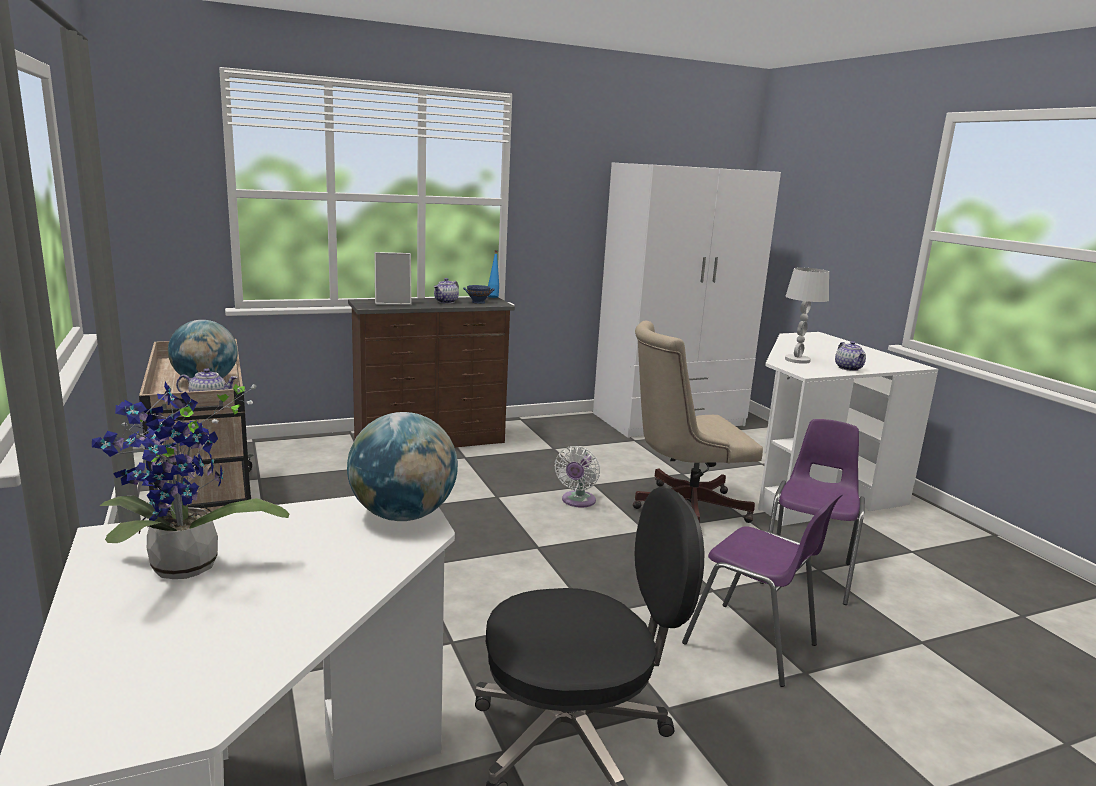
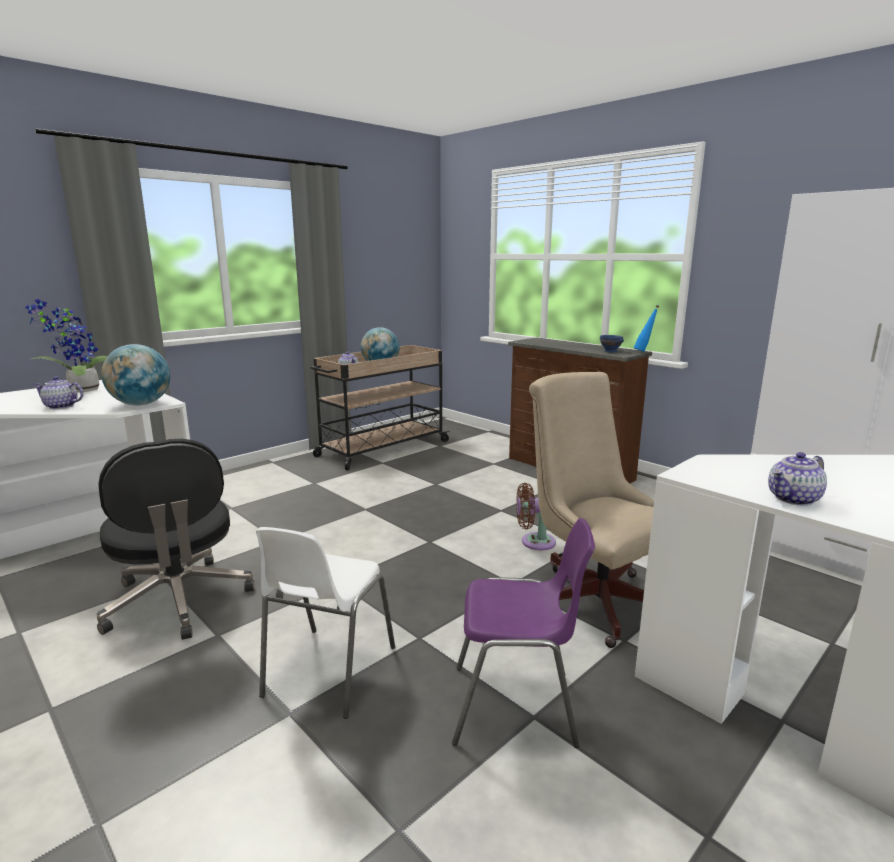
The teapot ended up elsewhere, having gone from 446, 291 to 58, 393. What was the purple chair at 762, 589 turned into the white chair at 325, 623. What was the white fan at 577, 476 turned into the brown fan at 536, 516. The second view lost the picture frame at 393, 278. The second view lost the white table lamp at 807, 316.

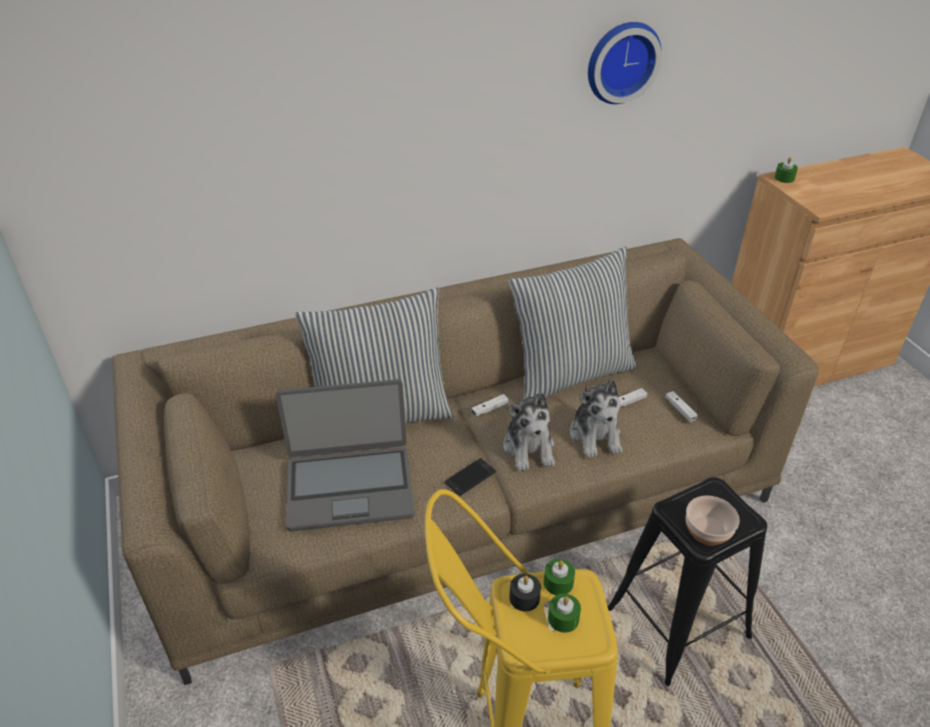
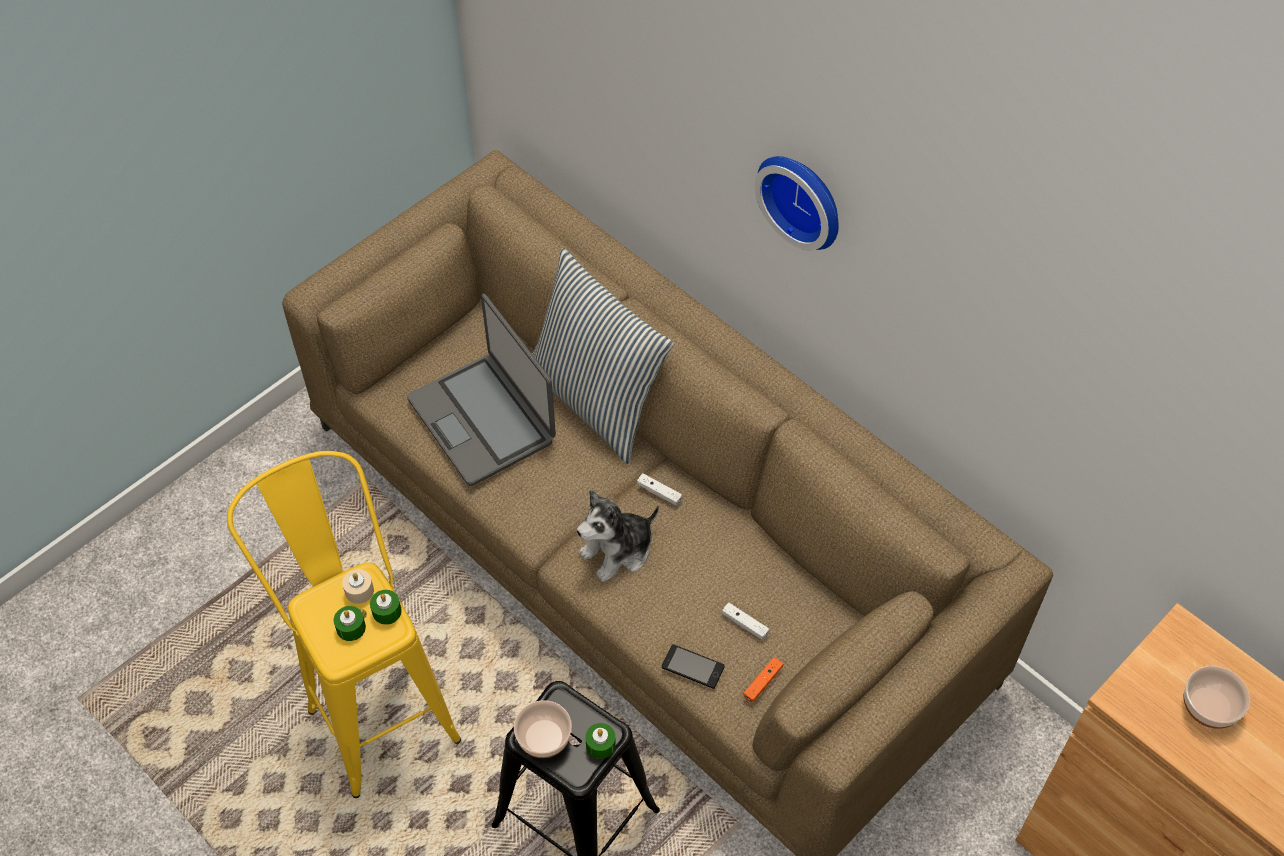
What was the black candle at 525, 592 turned into the beige candle at 358, 586. The green candle ended up elsewhere, having gone from 786, 170 to 600, 741. The phone ended up elsewhere, having gone from 470, 477 to 693, 666. What was the white game controller at 681, 406 turned into the orange game controller at 763, 680. The wall clock ended up elsewhere, having gone from 625, 63 to 797, 203. The second view gained the bowl at 1217, 697. The second view lost the pillow at 573, 322. The second view lost the plush toy at 596, 419.

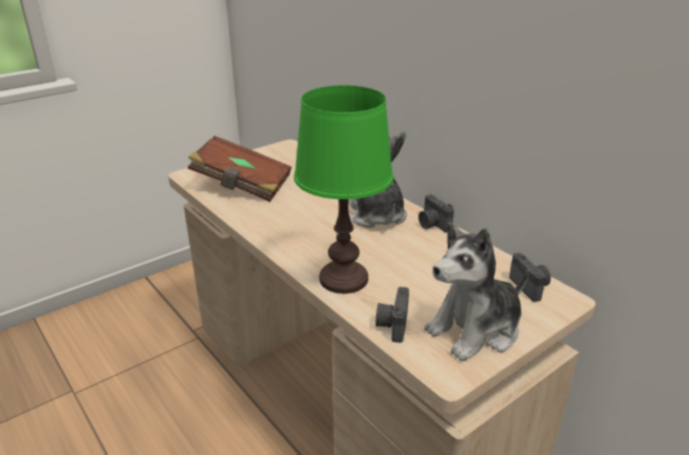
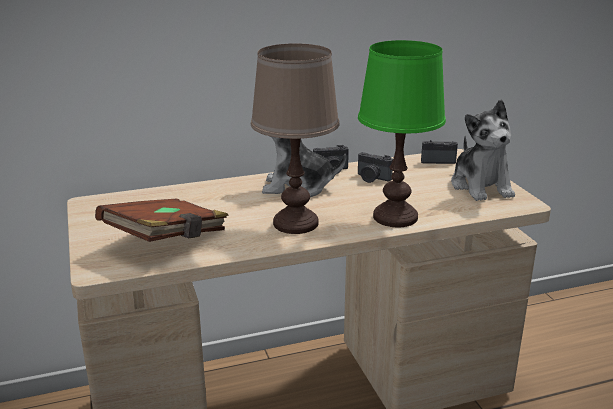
The second view gained the brown table lamp at 295, 139. The photo camera ended up elsewhere, having gone from 392, 315 to 375, 167.

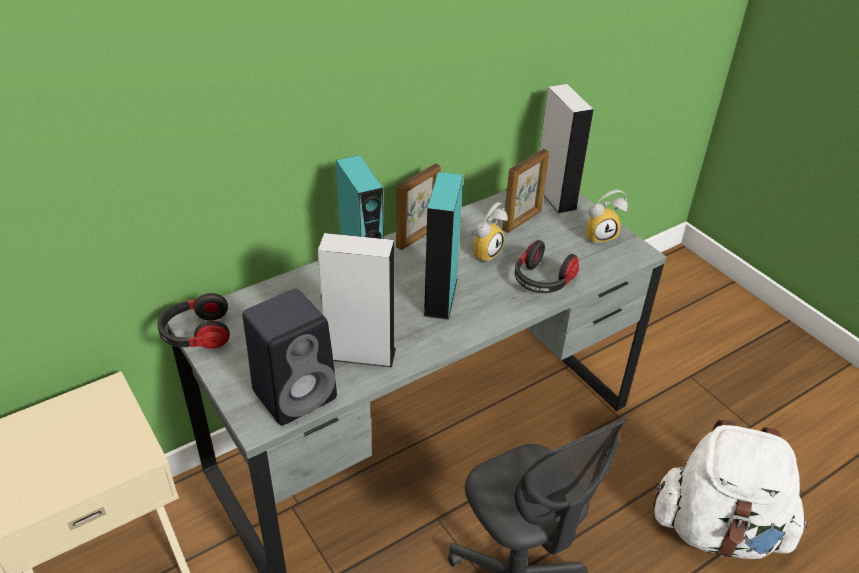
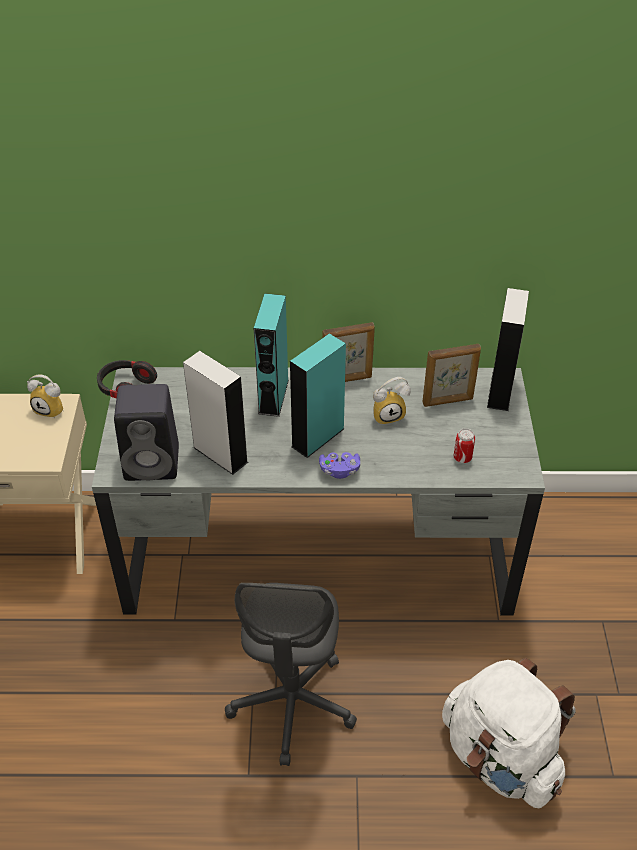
The alarm clock ended up elsewhere, having gone from 607, 217 to 45, 397. The second view gained the purple game controller at 339, 465. The second view gained the can at 464, 445. The second view lost the headphones at 547, 266.

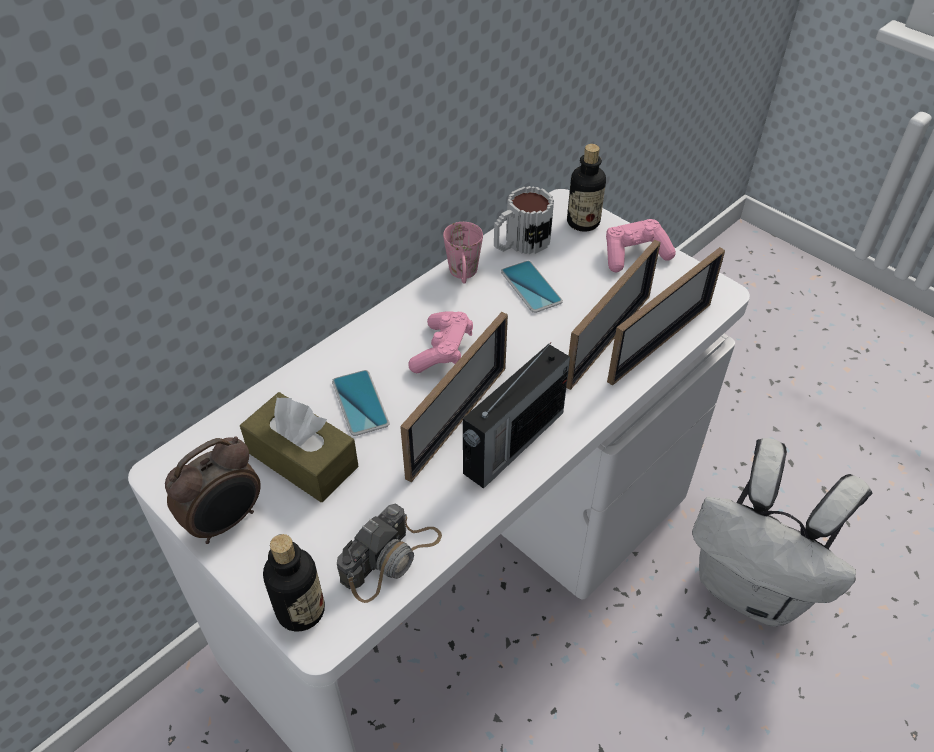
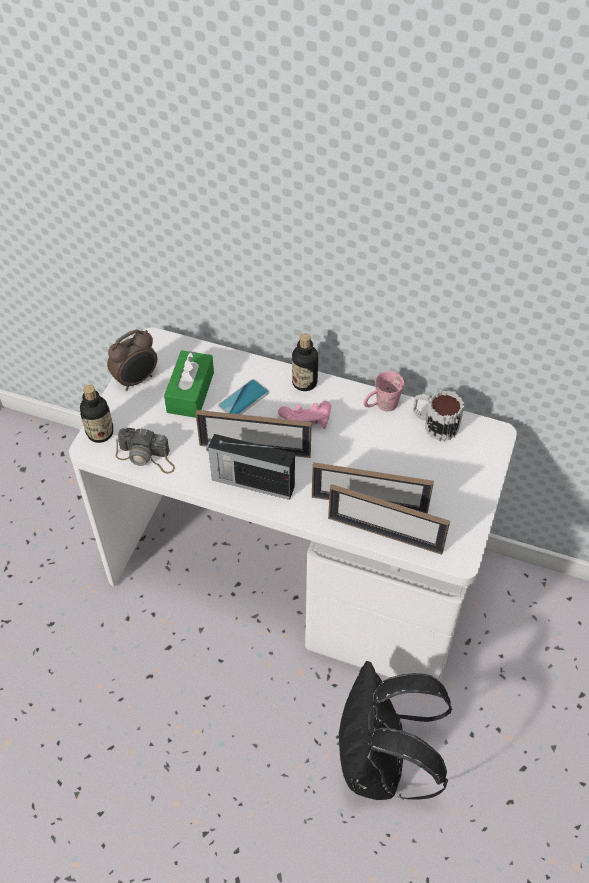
The alarm clock at 213, 490 ended up facing another way, 60 degrees counterclockwise from before. What was the brown tissue box at 299, 447 turned into the green tissue box at 189, 384. The bottle ended up elsewhere, having gone from 586, 188 to 305, 362. What was the white backpack at 782, 532 turned into the black backpack at 394, 730. The second view lost the phone at 532, 287. The second view lost the pink game controller at 641, 245.

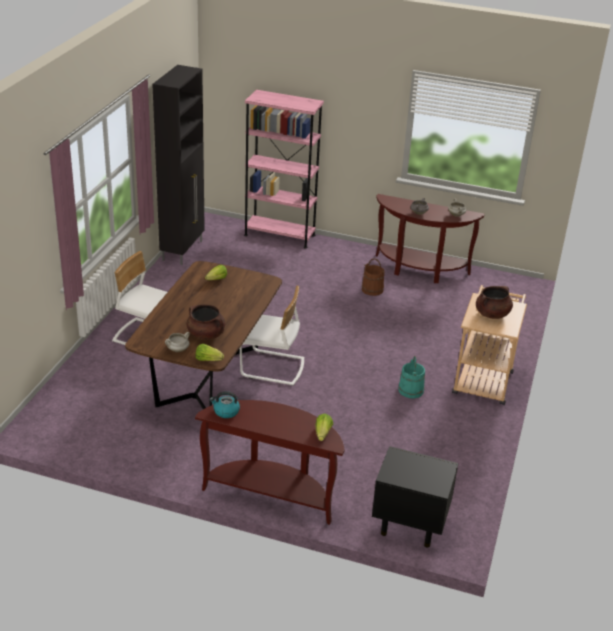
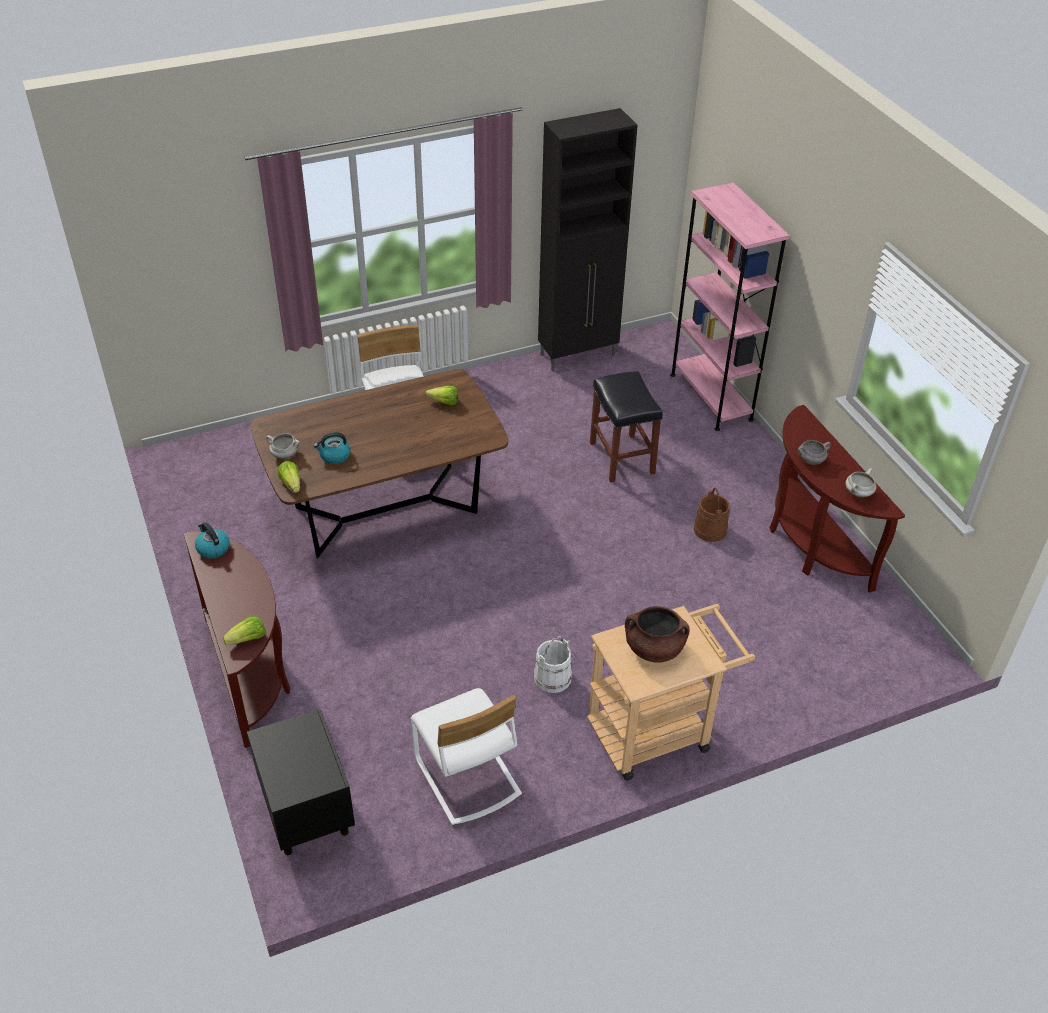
Where the brown cooking pot stood at 206, 321, the kettle came to stand at 332, 448. The white chair ended up elsewhere, having gone from 272, 336 to 466, 756. What was the turquoise bucket at 411, 377 turned into the white bucket at 553, 664. The second view gained the black stool at 626, 427.

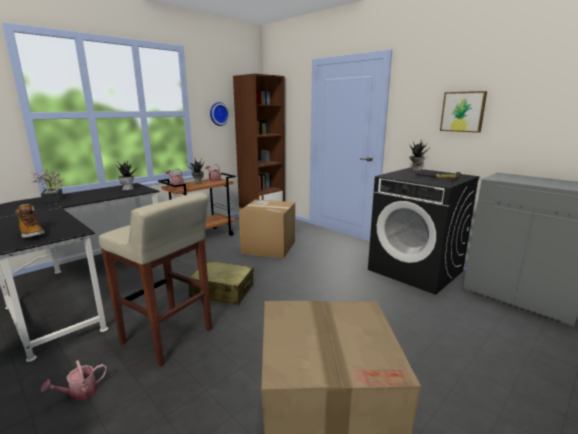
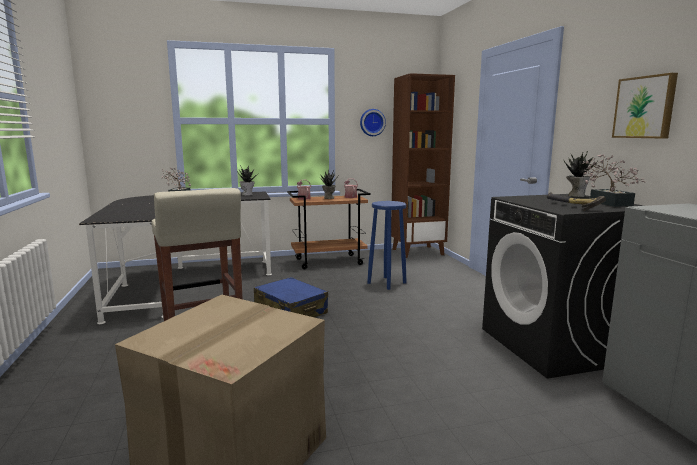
What was the beige suitcase at 221, 282 turned into the blue suitcase at 291, 297. Where the cardboard box stood at 267, 229, the blue stool came to stand at 387, 245. The second view gained the potted plant at 613, 180. The second view lost the boot at 30, 221. The second view lost the watering can at 74, 380.

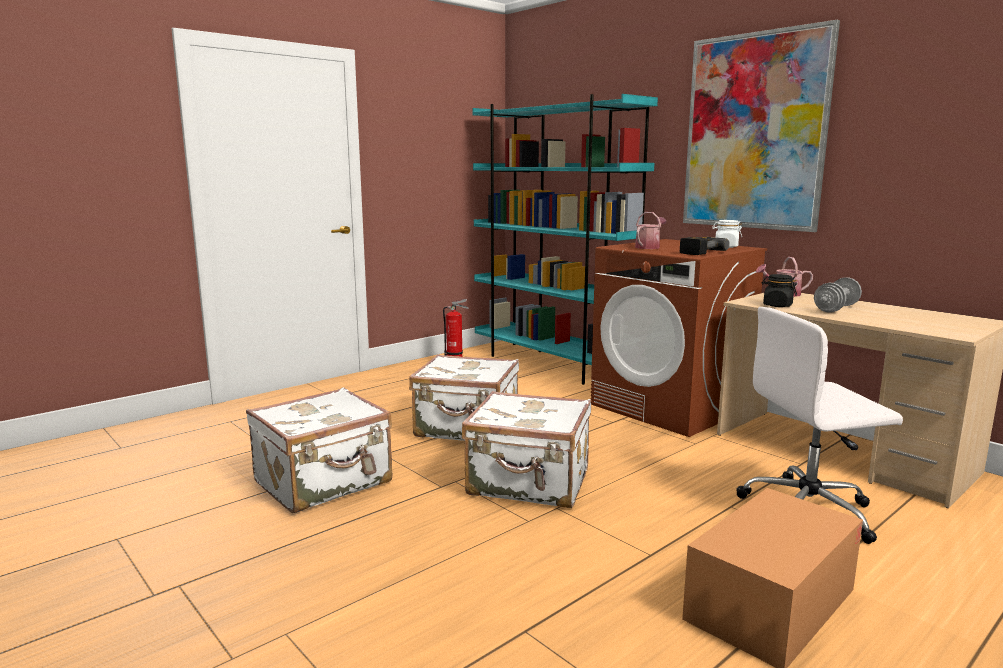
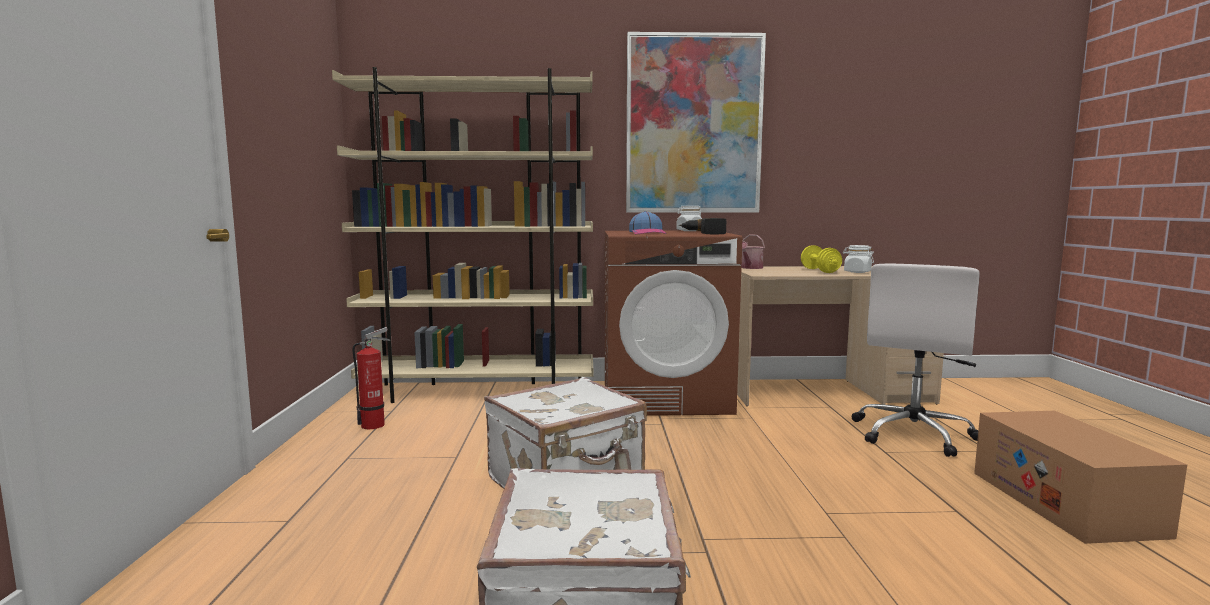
What was the turquoise bookcase at 565, 239 turned into the beige bookcase at 462, 235. Where the watering can stood at 651, 230, the cap came to stand at 647, 222. What was the grey dumbbell at 838, 295 turned into the yellow dumbbell at 821, 259. The second view gained the white jar at 858, 259. The second view lost the white suitcase at 526, 449. The second view lost the black jar at 779, 290.

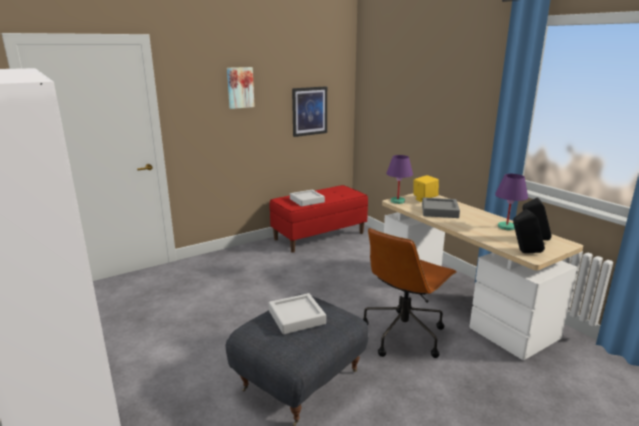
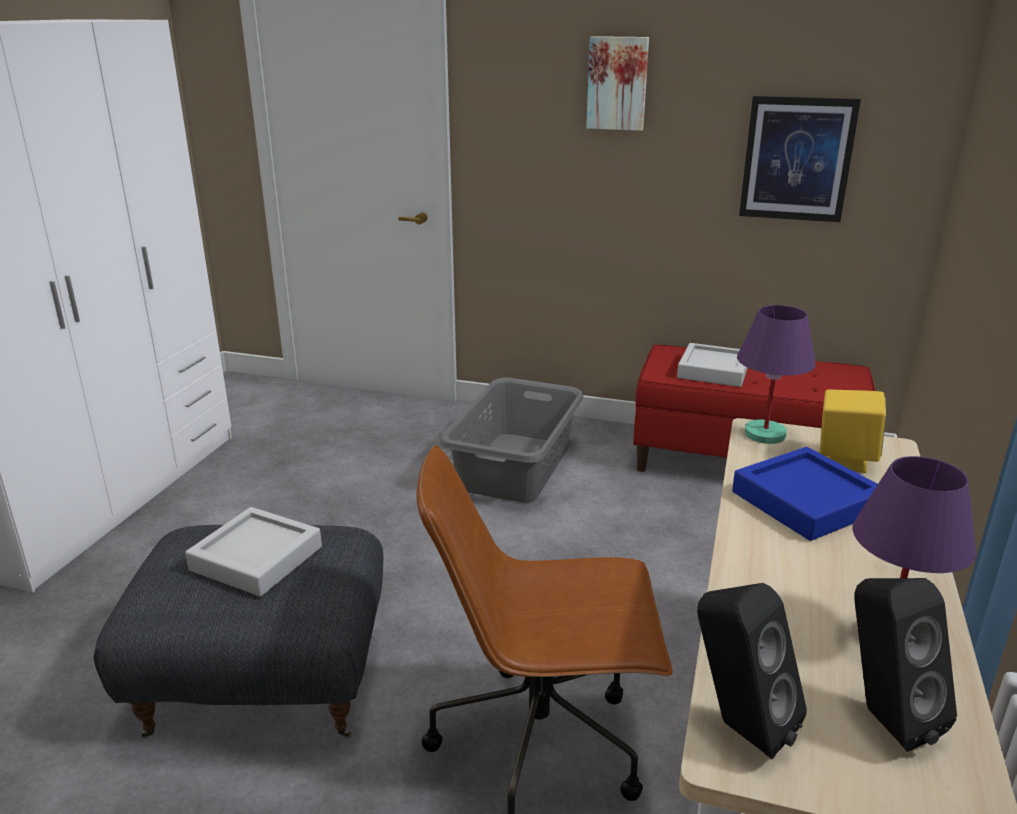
The second view gained the grey laundry basket at 511, 440. What was the grey tray at 441, 207 turned into the blue tray at 805, 494.

